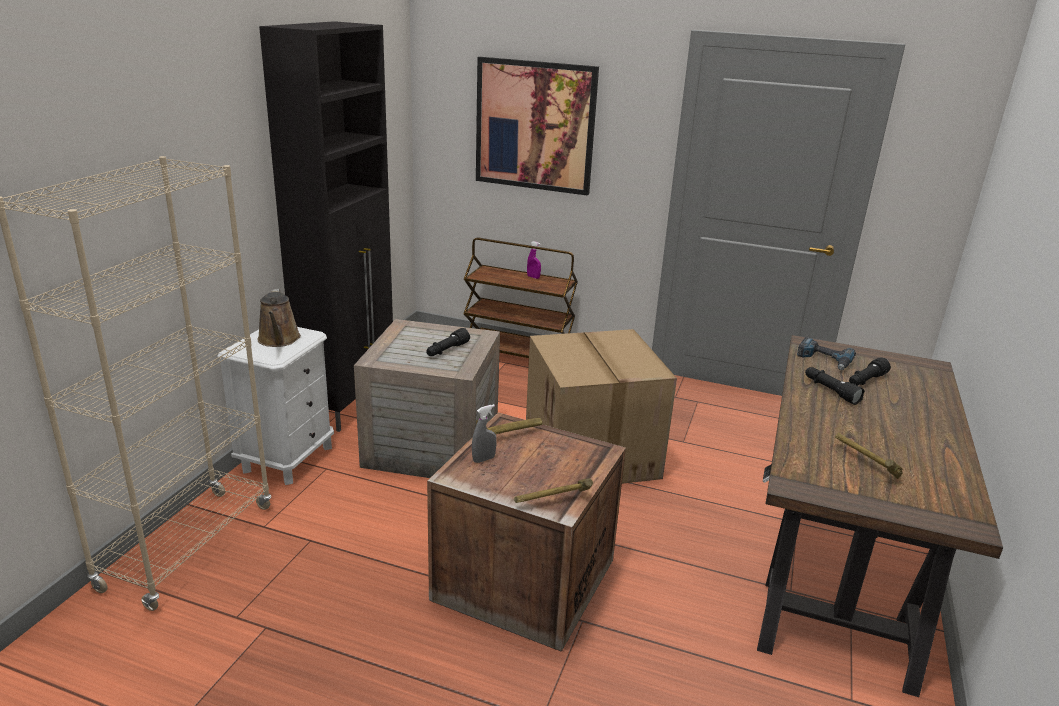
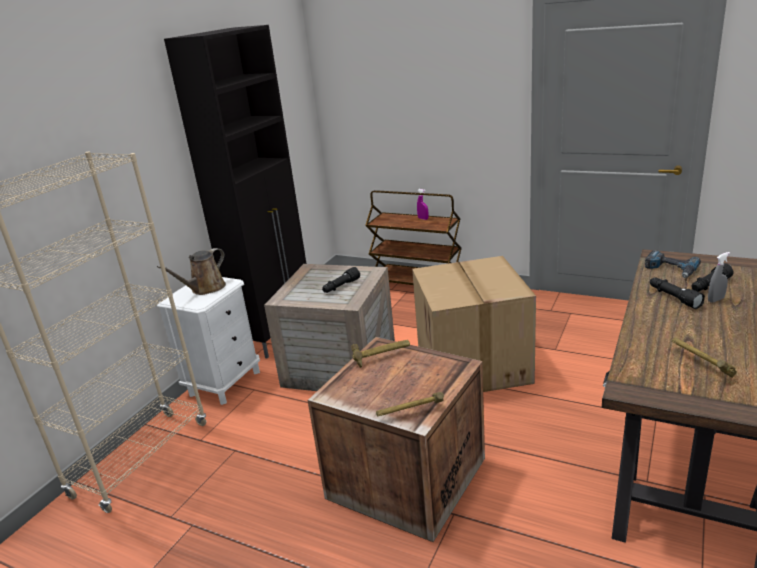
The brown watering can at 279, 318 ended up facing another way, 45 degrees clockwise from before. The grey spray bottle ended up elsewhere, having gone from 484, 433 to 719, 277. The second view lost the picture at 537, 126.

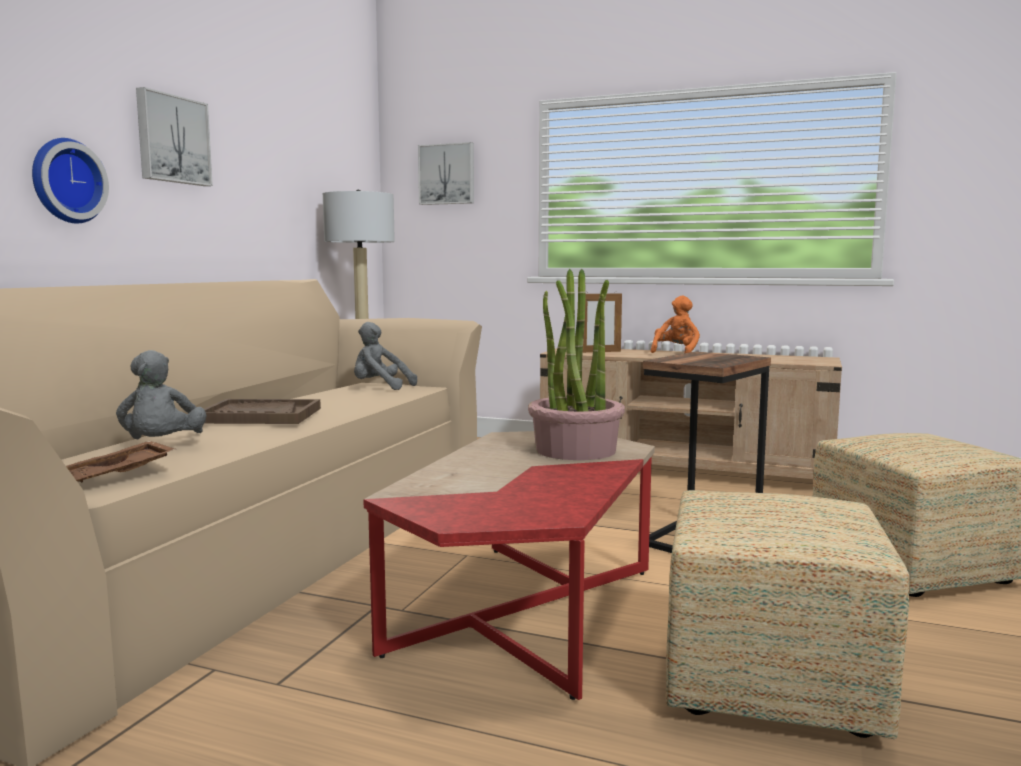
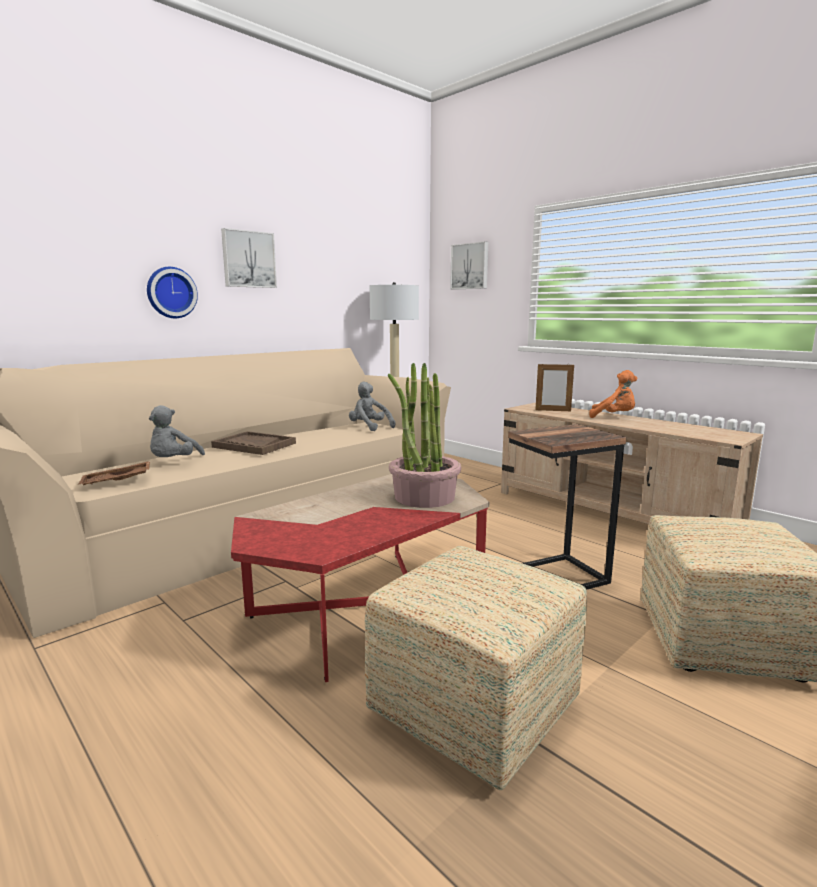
The orange plush toy at 675, 324 ended up facing another way, 60 degrees clockwise from before.

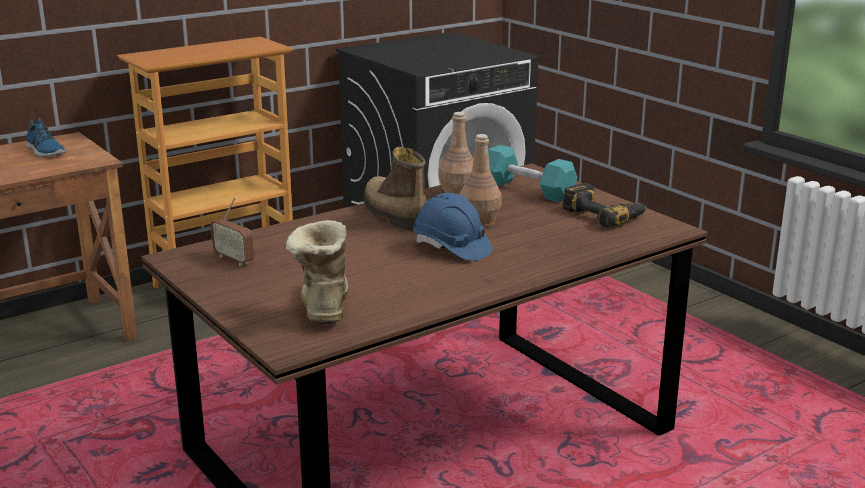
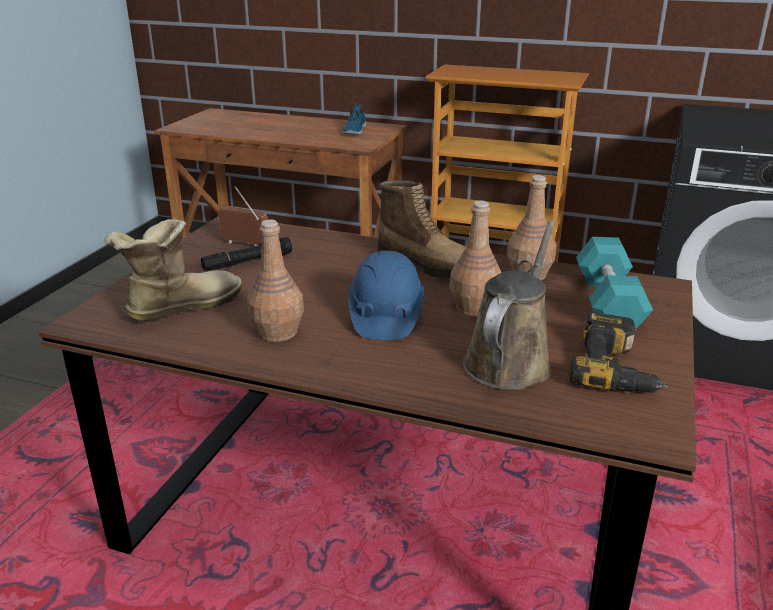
The second view gained the black flashlight at 246, 254. The radio at 232, 231 ended up facing another way, 105 degrees clockwise from before. The second view gained the brown bottle at 275, 280. The boot at 395, 189 ended up facing another way, 105 degrees clockwise from before. The second view gained the brown watering can at 509, 305.

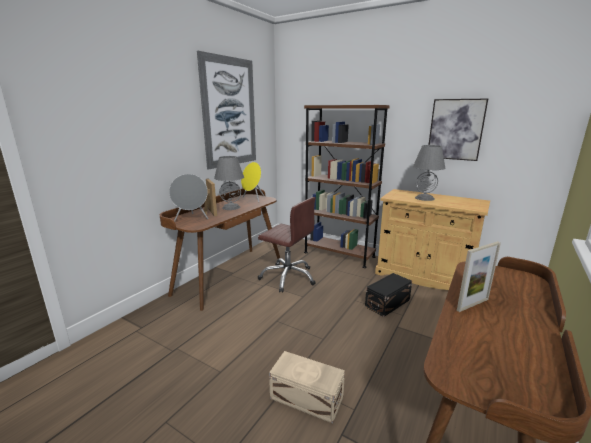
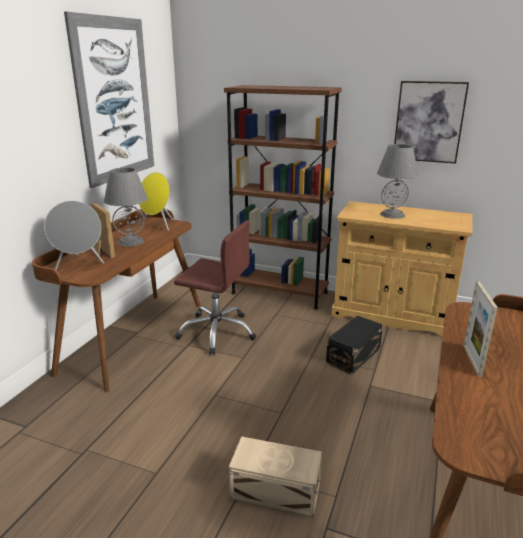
The picture frame at 479, 276 ended up facing another way, 135 degrees clockwise from before.

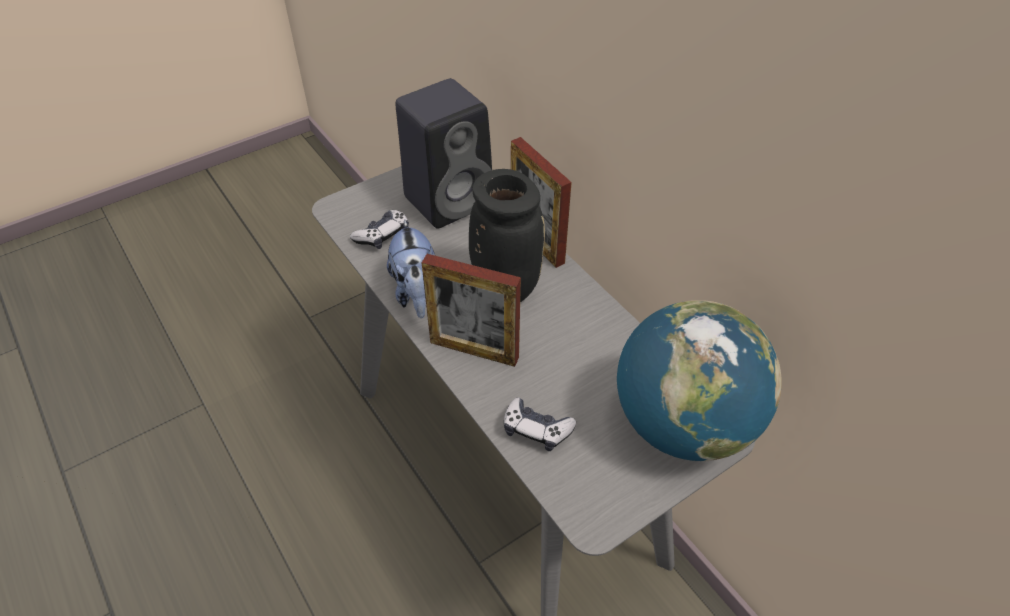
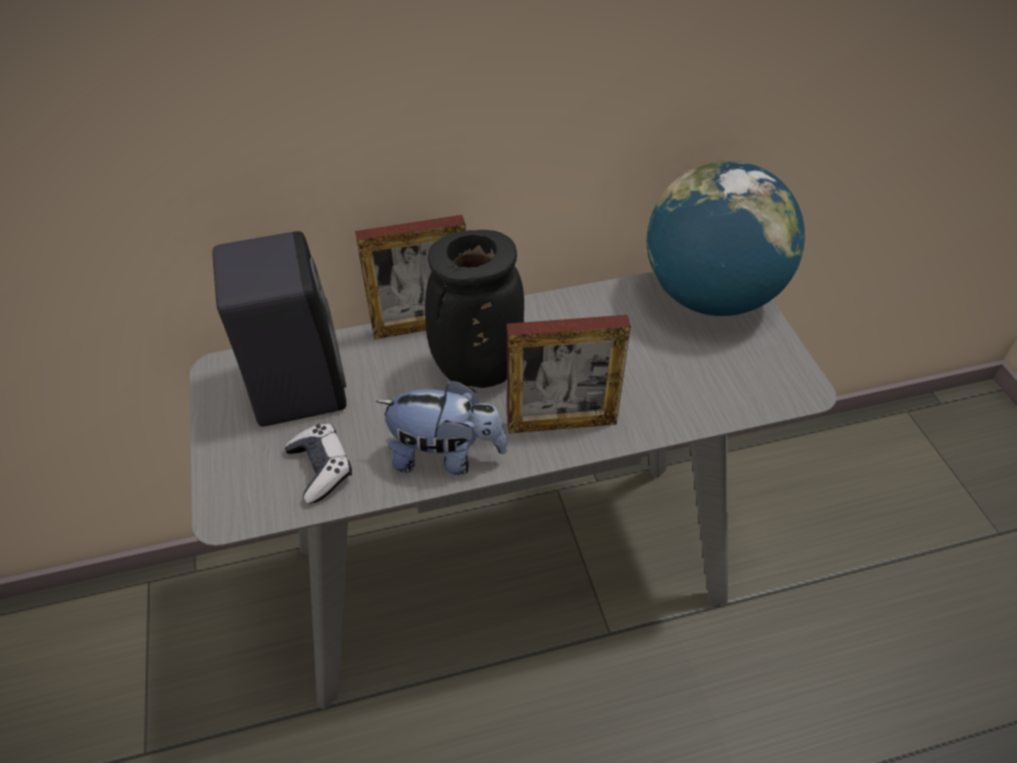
The picture frame at 471, 310 ended up facing another way, 45 degrees clockwise from before. The second view lost the game controller at 540, 424.

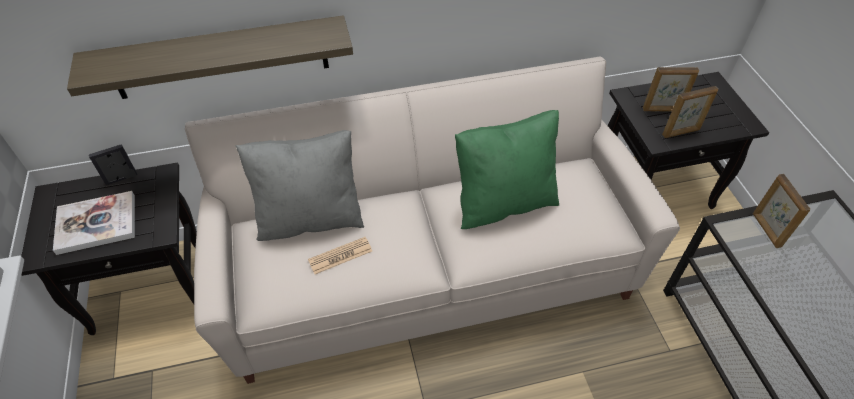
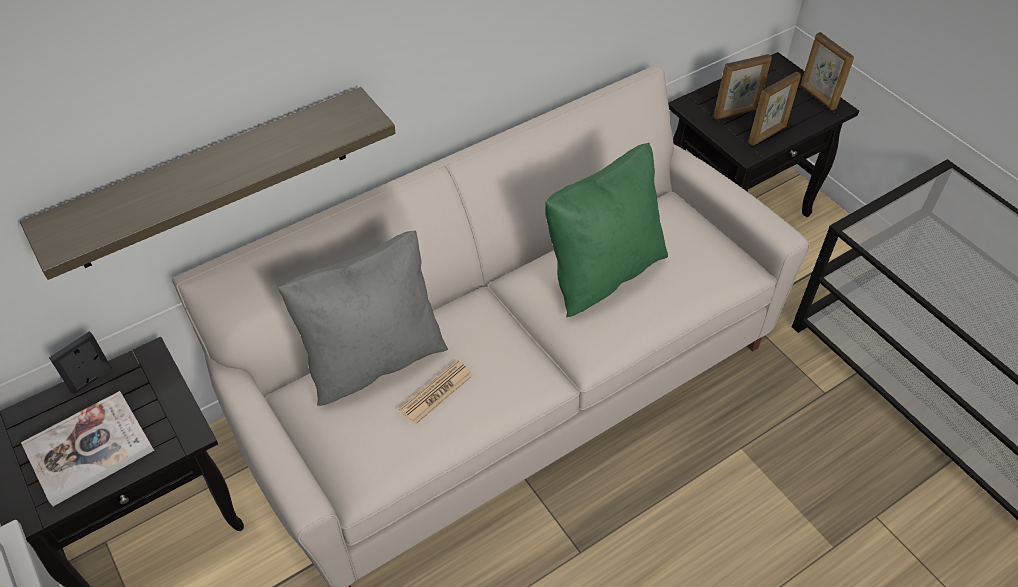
The picture frame ended up elsewhere, having gone from 782, 211 to 827, 71.

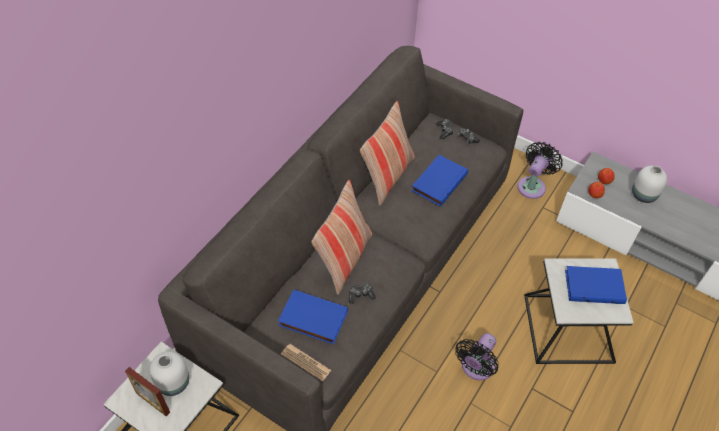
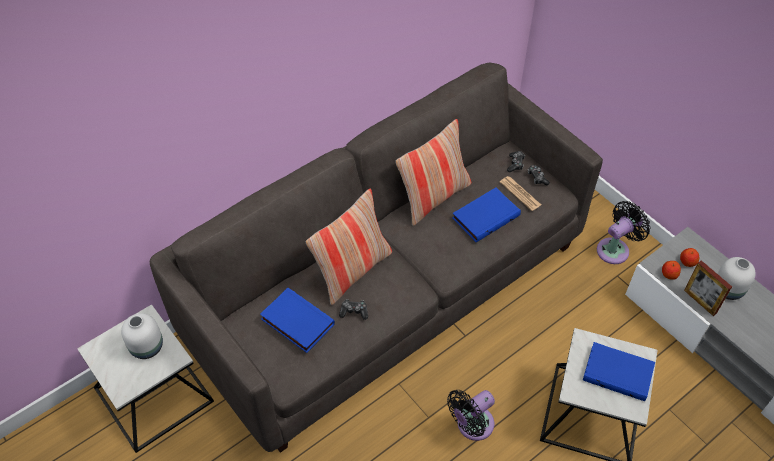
The newspaper ended up elsewhere, having gone from 306, 362 to 520, 193. The picture frame ended up elsewhere, having gone from 147, 391 to 708, 288.

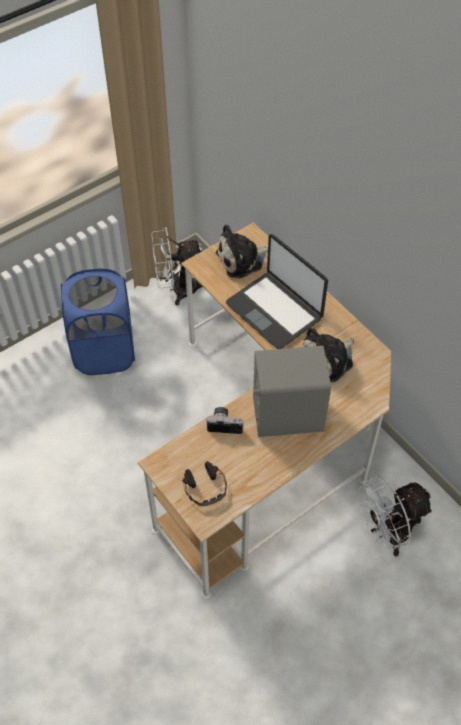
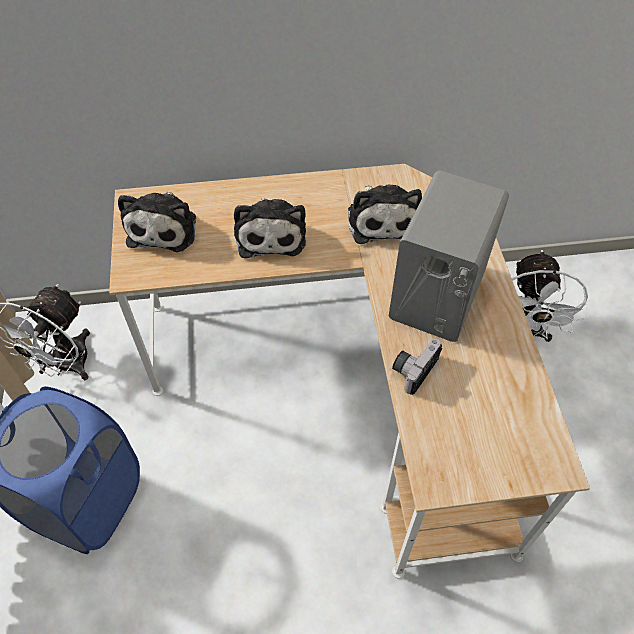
Where the laptop stood at 277, 291, the plush toy came to stand at 270, 228. The second view lost the headphones at 204, 483.

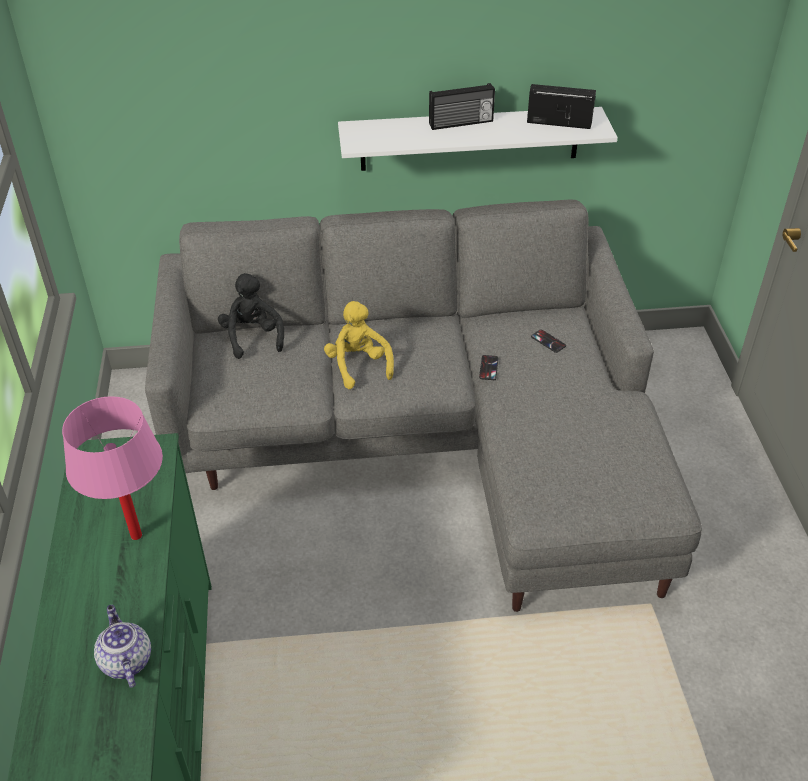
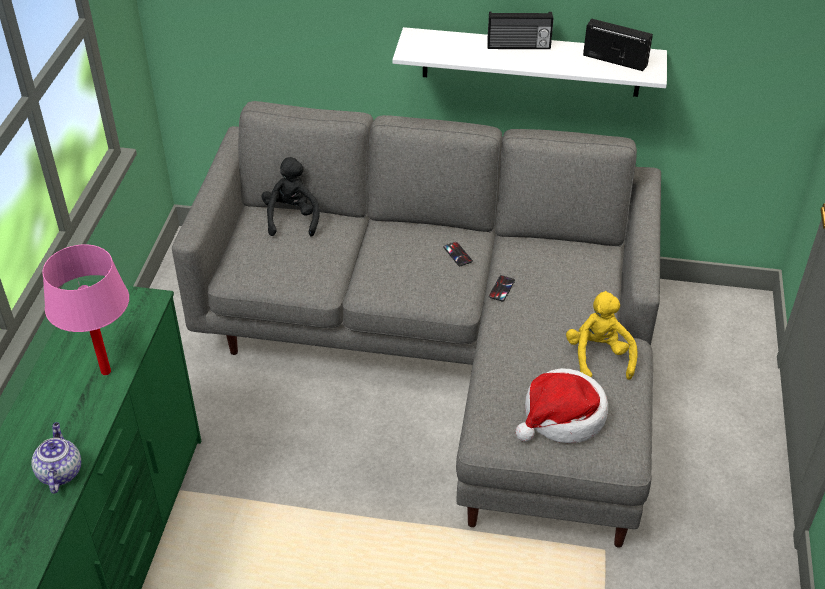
The phone ended up elsewhere, having gone from 548, 341 to 458, 254. The second view gained the hat at 562, 405. The yellow plush toy ended up elsewhere, having gone from 359, 345 to 601, 335.

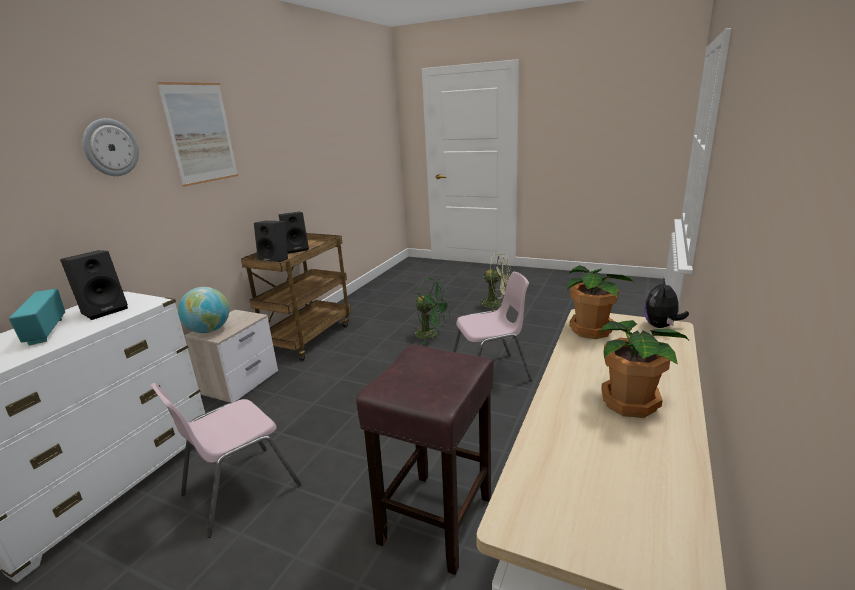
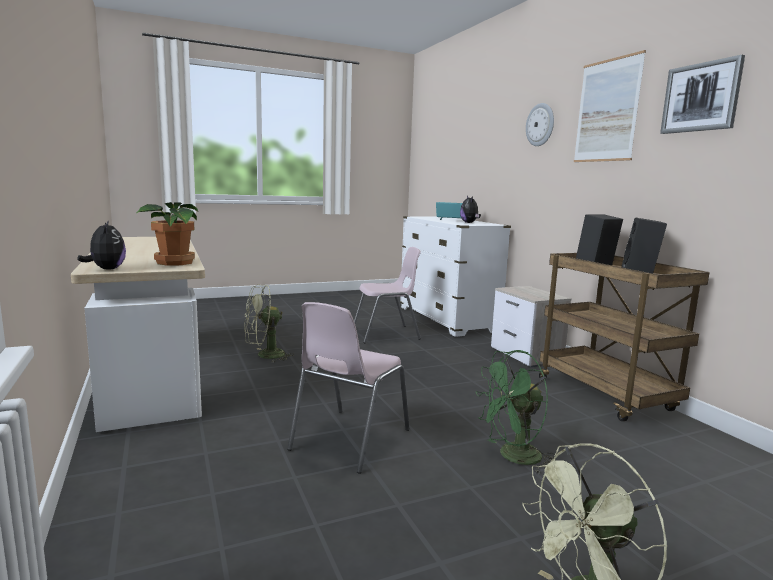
Where the brown stool stood at 425, 460, the green fan came to stand at 268, 324. The pink chair at 225, 460 ended up facing another way, 75 degrees clockwise from before. Where the black speaker stood at 94, 285, the plush toy came to stand at 470, 209. The second view gained the picture at 702, 94. The second view lost the globe at 203, 310. The second view lost the potted plant at 644, 369.

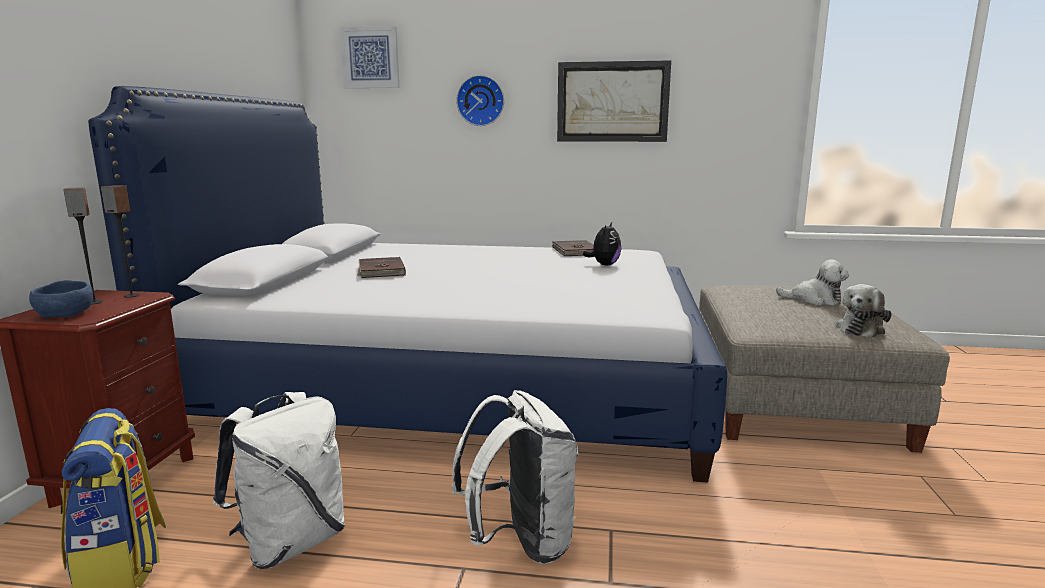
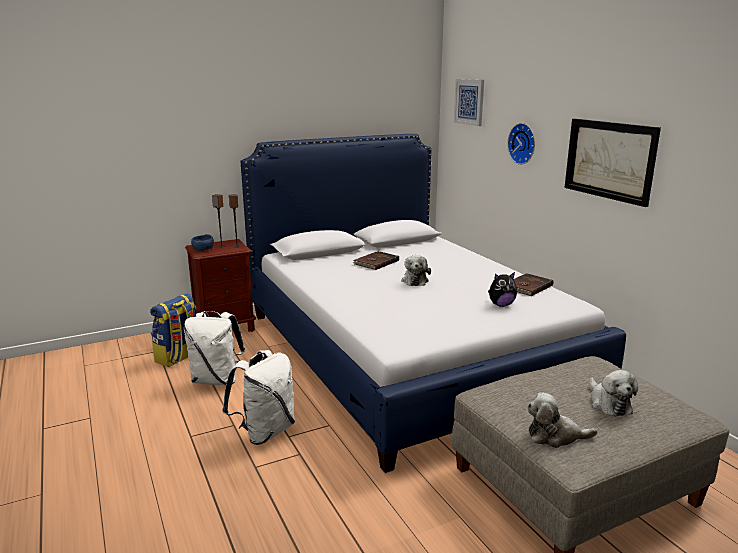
The second view gained the plush toy at 416, 270.

